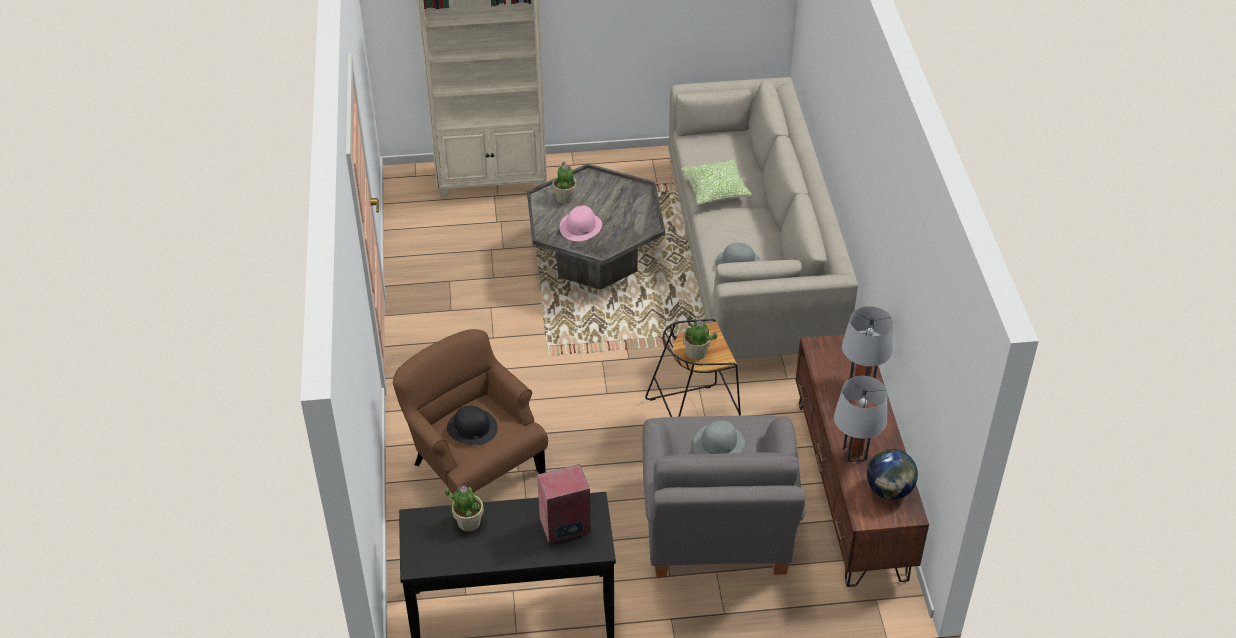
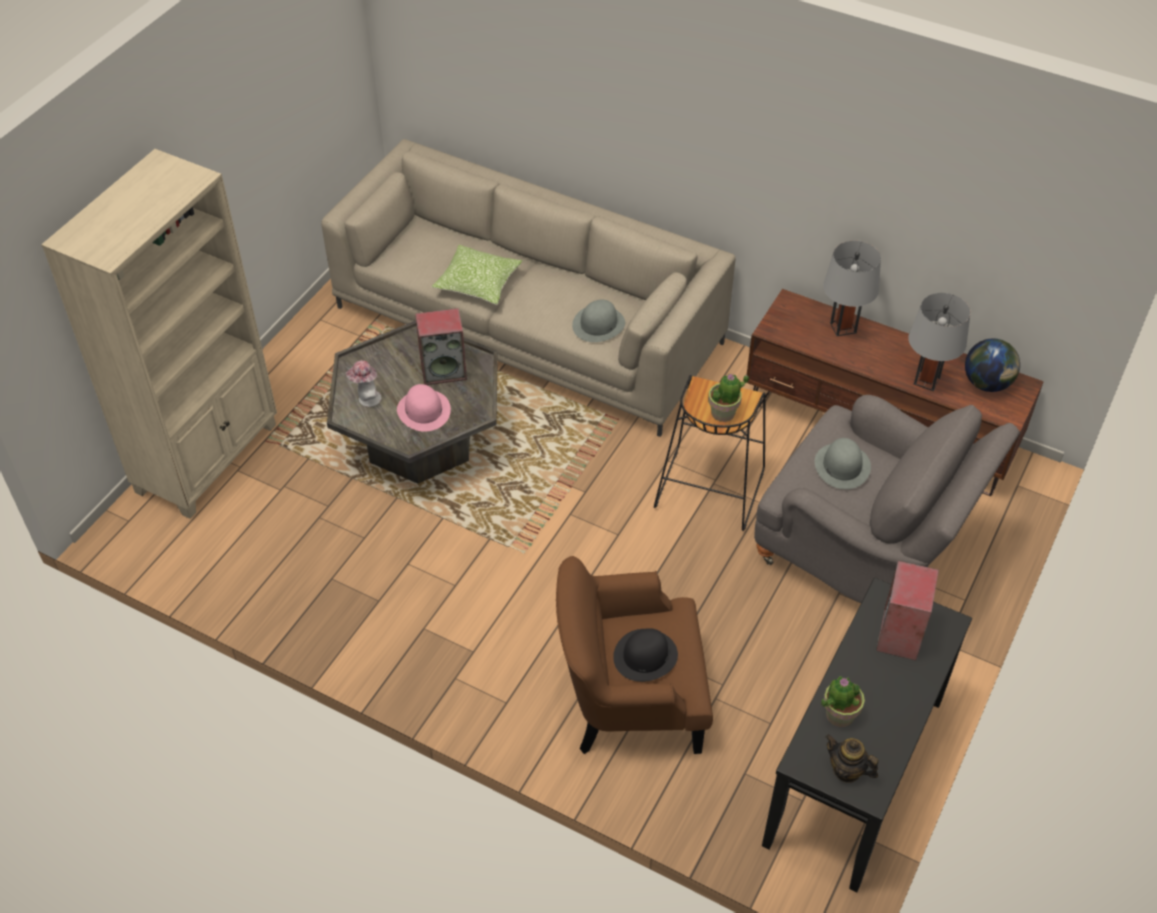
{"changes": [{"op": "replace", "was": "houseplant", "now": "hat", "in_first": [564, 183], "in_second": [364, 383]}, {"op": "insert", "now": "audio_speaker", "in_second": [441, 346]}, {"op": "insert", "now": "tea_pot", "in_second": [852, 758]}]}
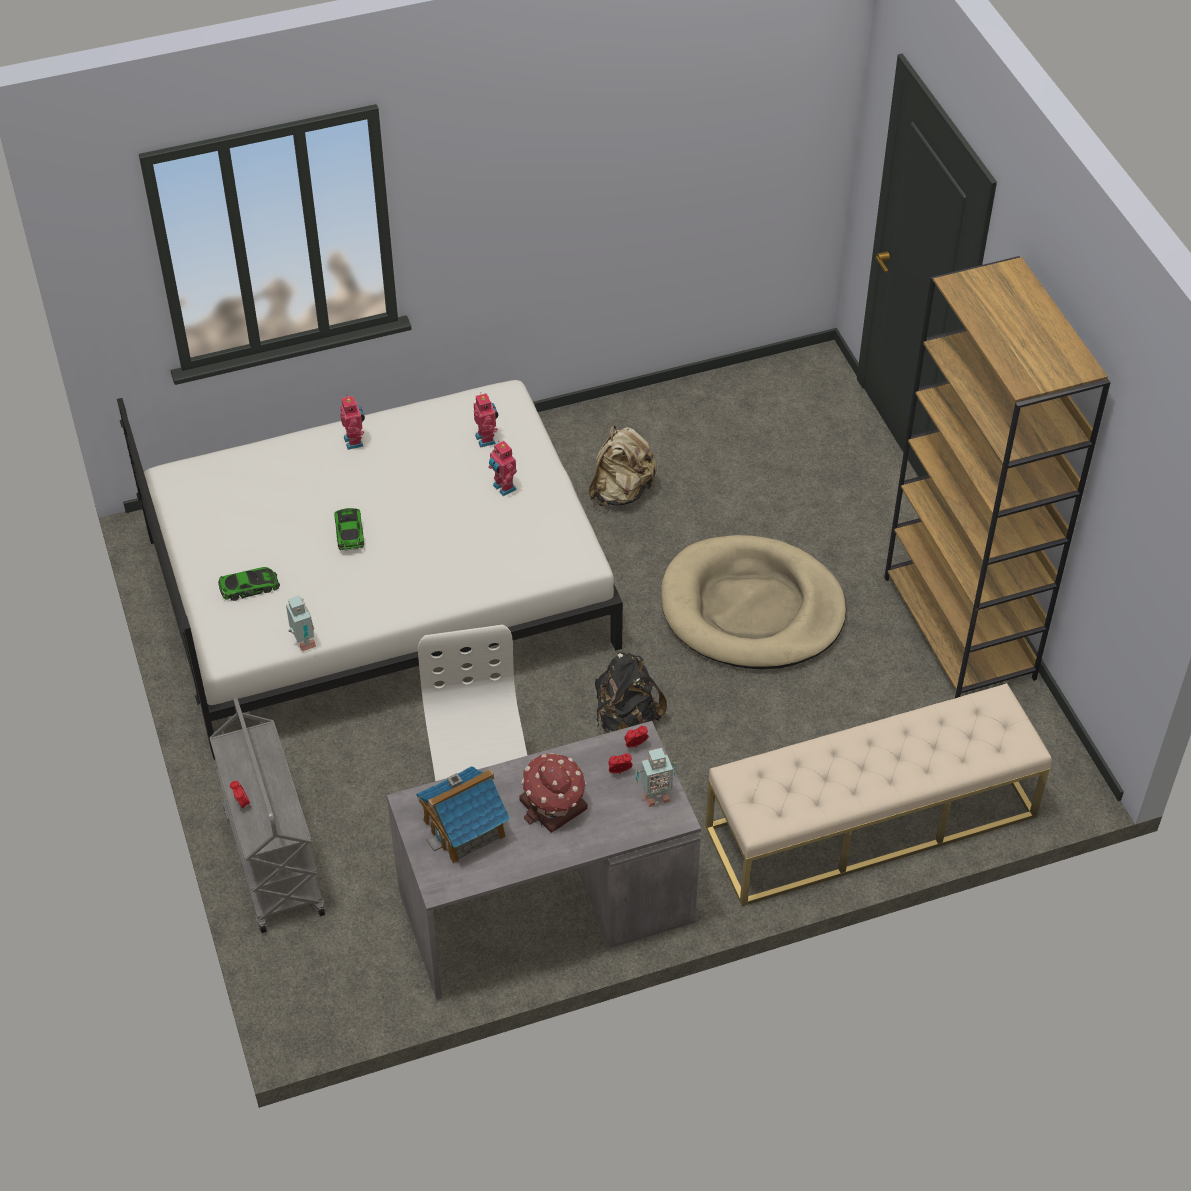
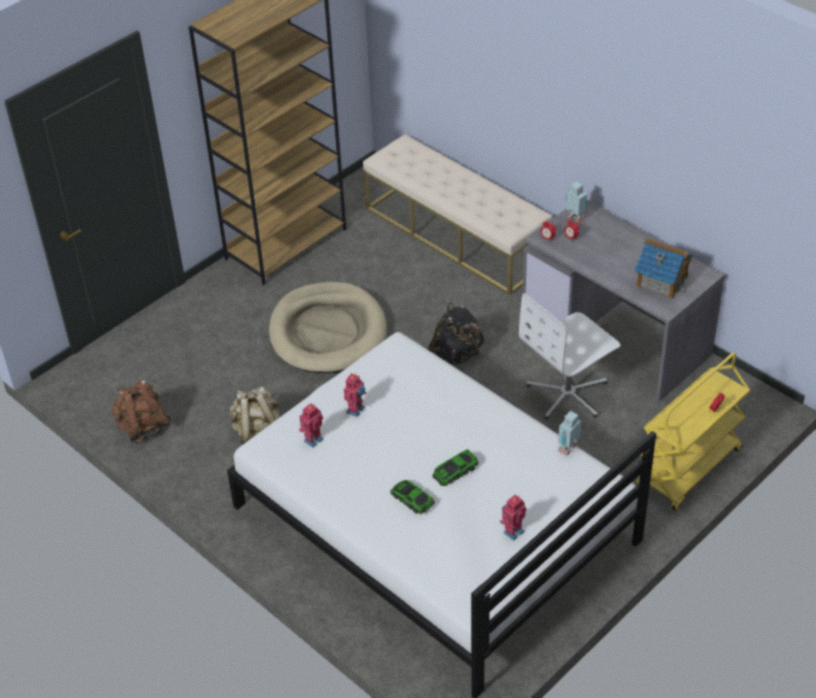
{"changes": [{"op": "insert", "now": "brownish_rucksack", "in_second": [141, 411]}, {"op": "move", "was": "toy_car", "in_first": [249, 584], "in_second": [412, 497]}, {"op": "move", "was": "model_robot", "in_first": [352, 423], "in_second": [513, 518]}, {"op": "recolor", "was": "gray_cart", "now": "yellow_cart", "in_first": [267, 815], "in_second": [693, 432]}, {"op": "delete", "was": "model_house", "in_first": [553, 793]}]}
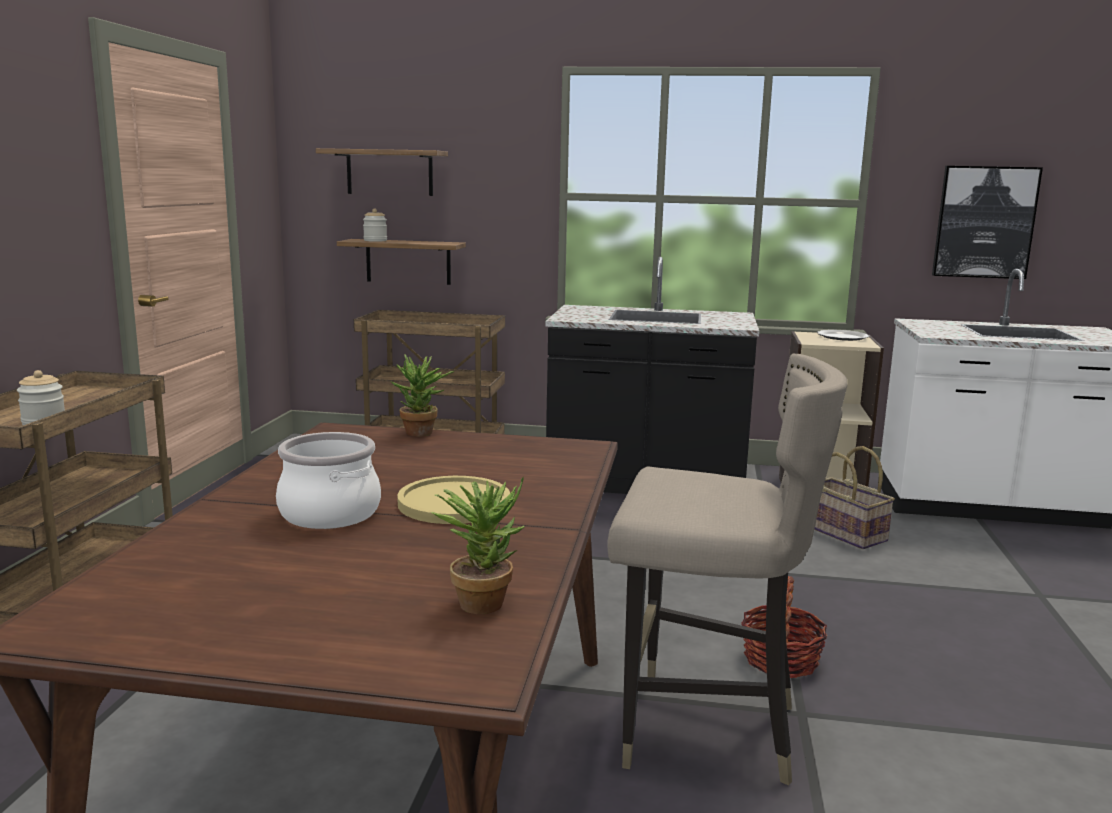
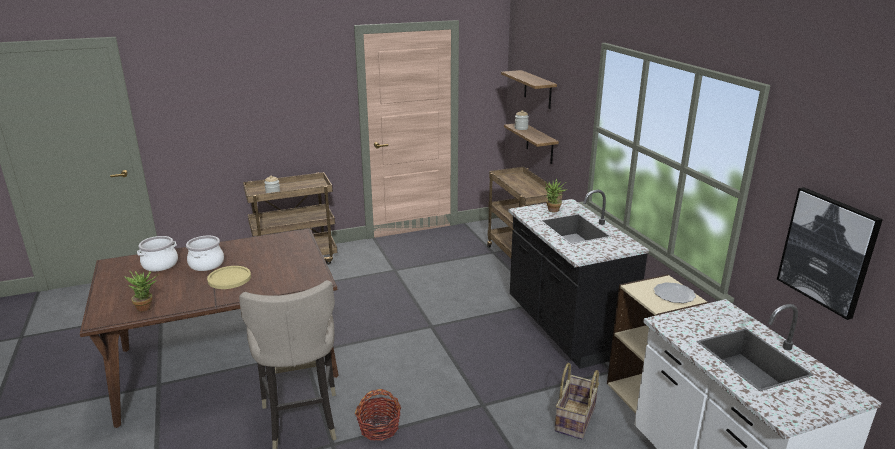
{"changes": [{"op": "insert", "now": "cooking_pot", "in_second": [157, 253]}, {"op": "move", "was": "houseplant", "in_first": [422, 395], "in_second": [556, 195]}]}
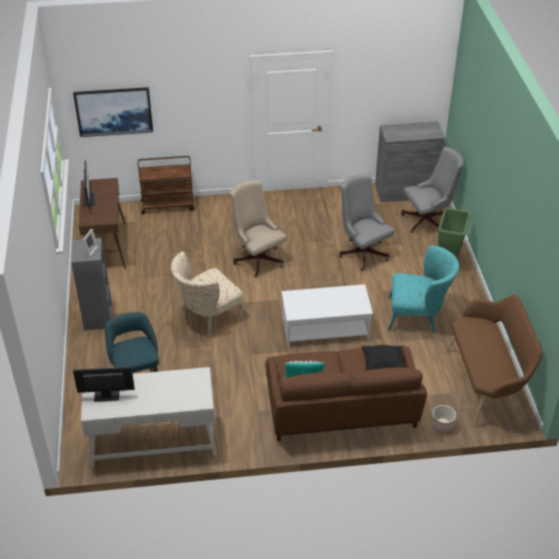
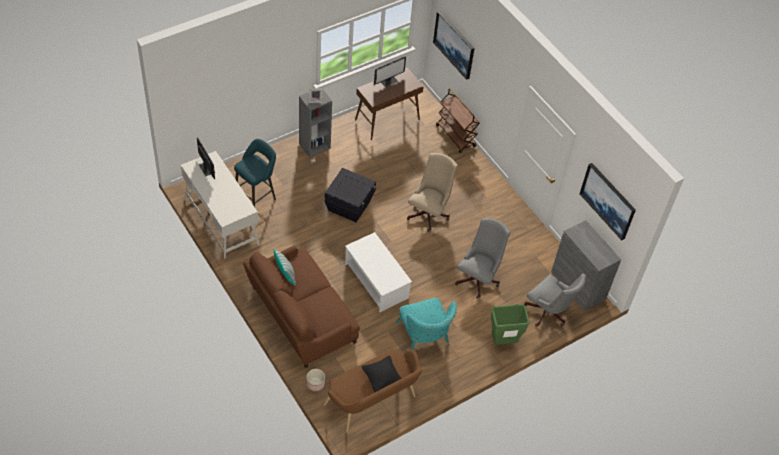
{"changes": [{"op": "replace", "was": "beige-coloured_easy_chair", "now": "black_storage_box", "in_first": [209, 293], "in_second": [350, 195]}, {"op": "move", "was": "black_pillow", "in_first": [382, 358], "in_second": [381, 374]}, {"op": "insert", "now": "picture", "in_second": [608, 201]}]}
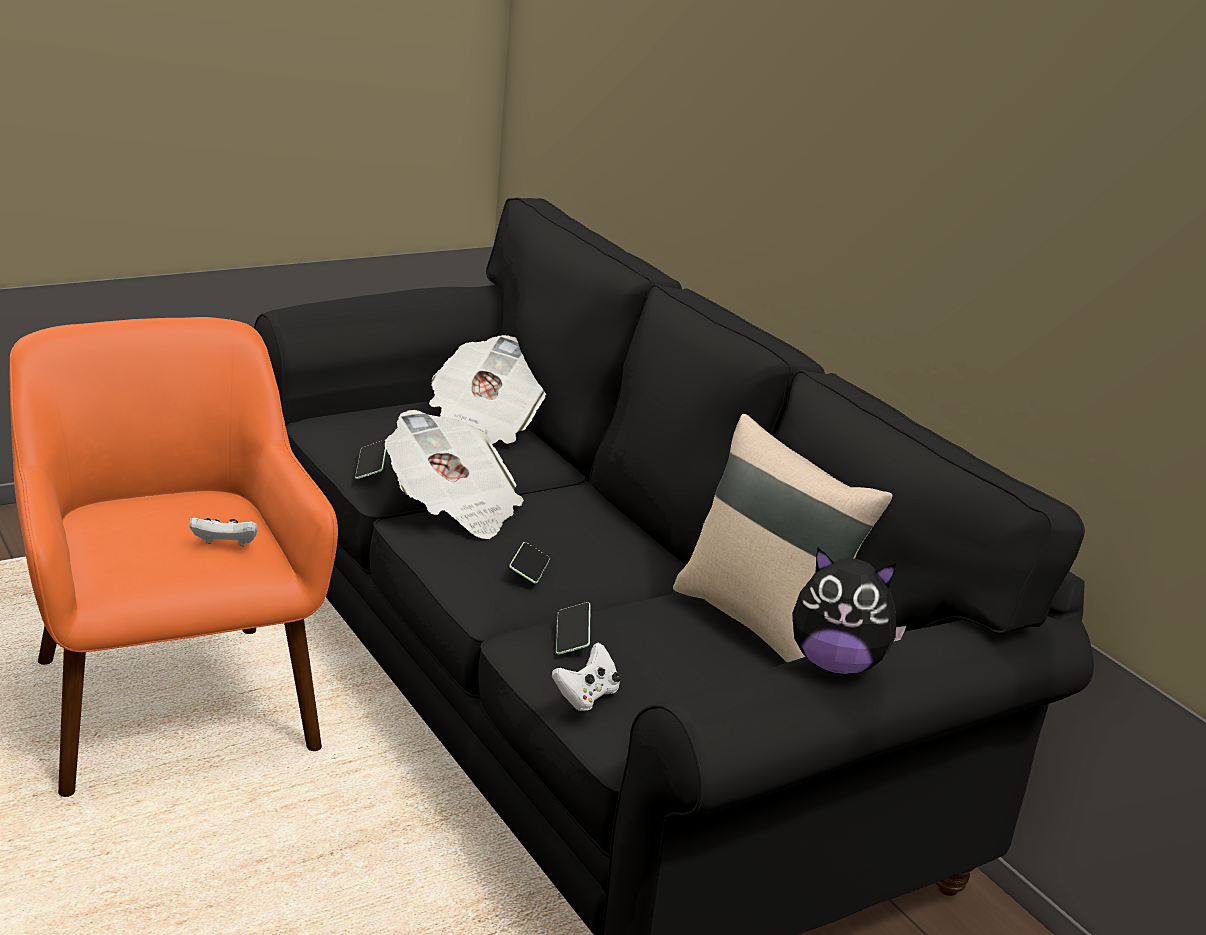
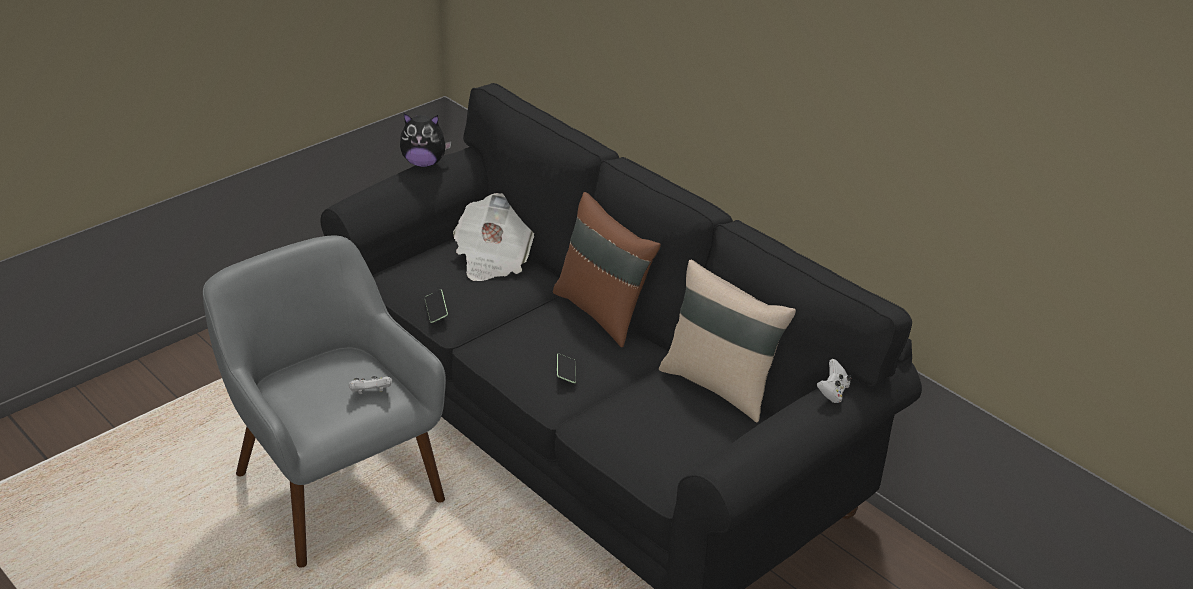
{"changes": [{"op": "recolor", "was": "orangey_easy_chair", "now": "gray_easy_chair", "in_first": [174, 557], "in_second": [324, 401]}, {"op": "move", "was": "soft_toy", "in_first": [849, 611], "in_second": [426, 140]}, {"op": "insert", "now": "brownish_pillow", "in_second": [607, 269]}, {"op": "move", "was": "white_gamepad", "in_first": [586, 677], "in_second": [834, 381]}, {"op": "delete", "was": "printed_paper", "in_first": [454, 474]}, {"op": "delete", "was": "phone", "in_first": [573, 628]}]}
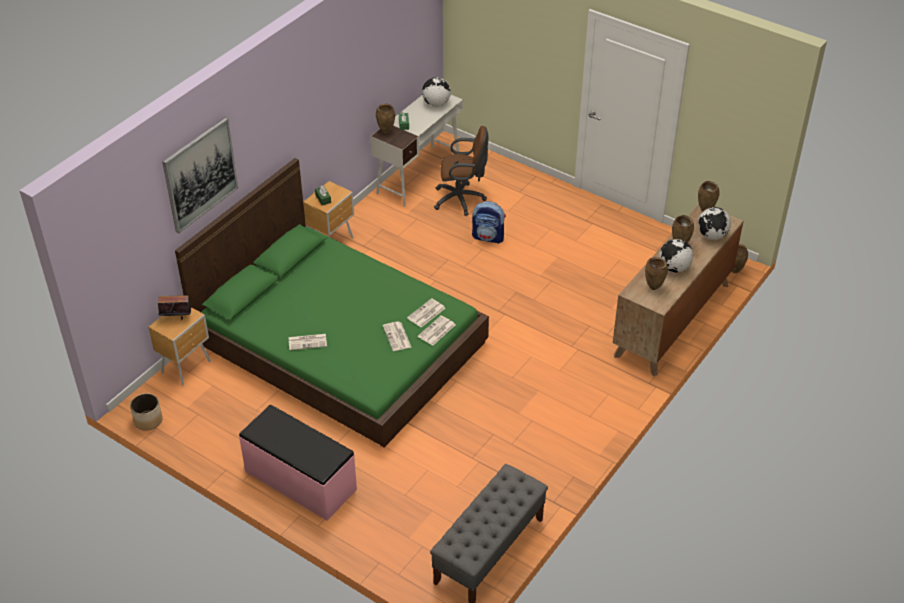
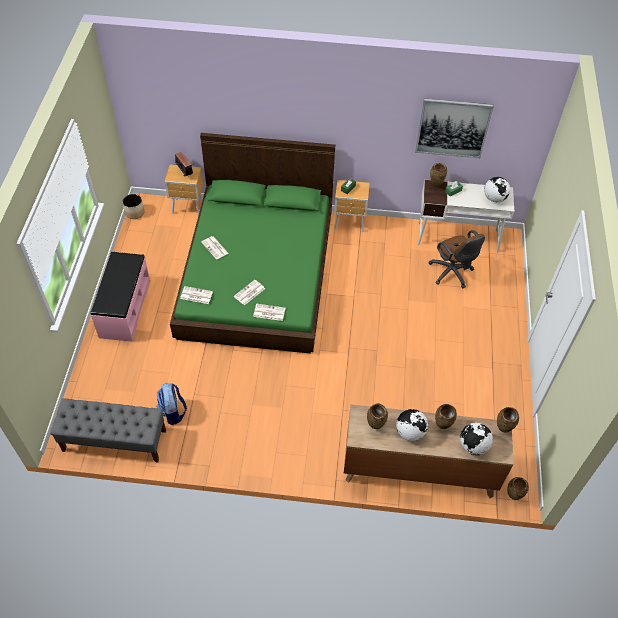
{"changes": [{"op": "move", "was": "rucksack", "in_first": [489, 222], "in_second": [172, 404]}, {"op": "move", "was": "printed_paper", "in_first": [426, 312], "in_second": [196, 295]}, {"op": "move", "was": "picture", "in_first": [200, 175], "in_second": [454, 128]}]}
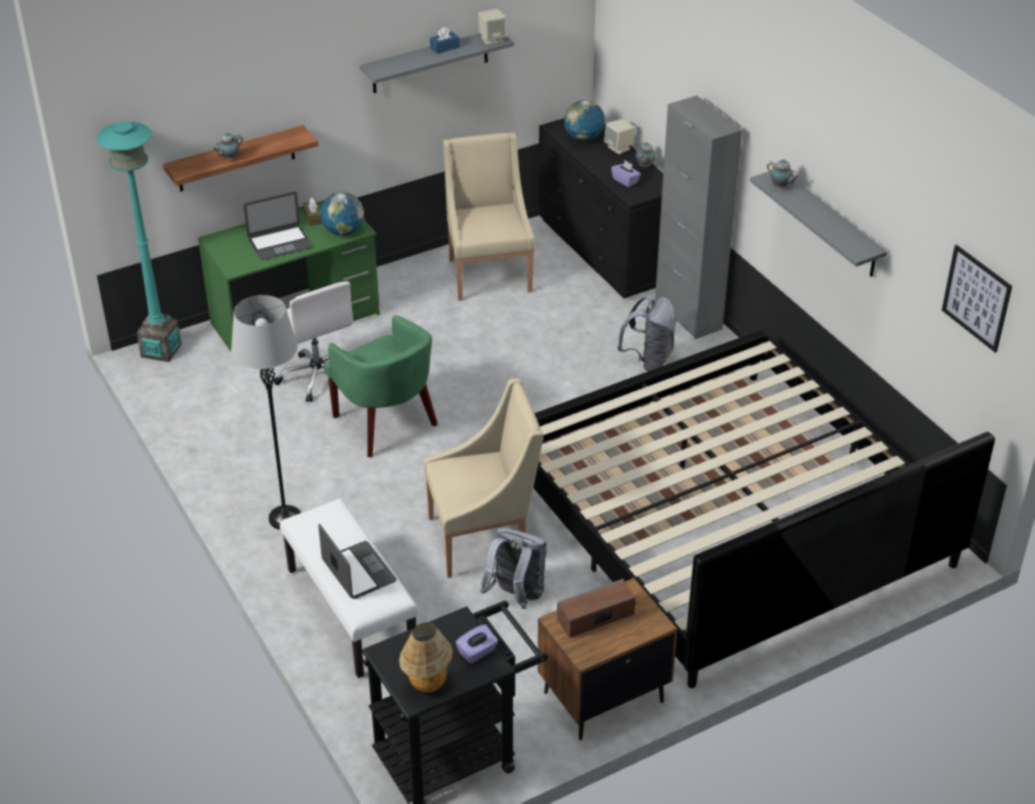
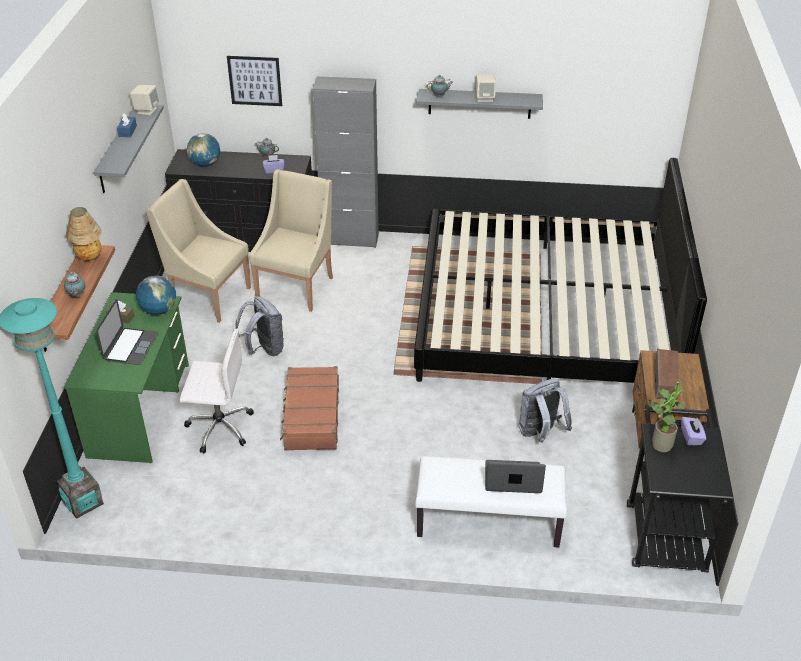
{"changes": [{"op": "move", "was": "lamp_for_a_table", "in_first": [426, 657], "in_second": [84, 234]}, {"op": "move", "was": "picture", "in_first": [977, 299], "in_second": [254, 81]}, {"op": "move", "was": "gray_rucksack", "in_first": [647, 333], "in_second": [259, 326]}, {"op": "move", "was": "beige-coloured_easy_chair", "in_first": [483, 478], "in_second": [291, 240]}, {"op": "replace", "was": "green_easy_chair", "now": "brownish_piece_of_luggage", "in_first": [381, 386], "in_second": [309, 408]}, {"op": "move", "was": "beige-coloured_audio_speaker", "in_first": [619, 136], "in_second": [486, 88]}, {"op": "insert", "now": "houseplant", "in_second": [667, 417]}, {"op": "delete", "was": "gray_standard_lamp", "in_first": [266, 412]}]}
